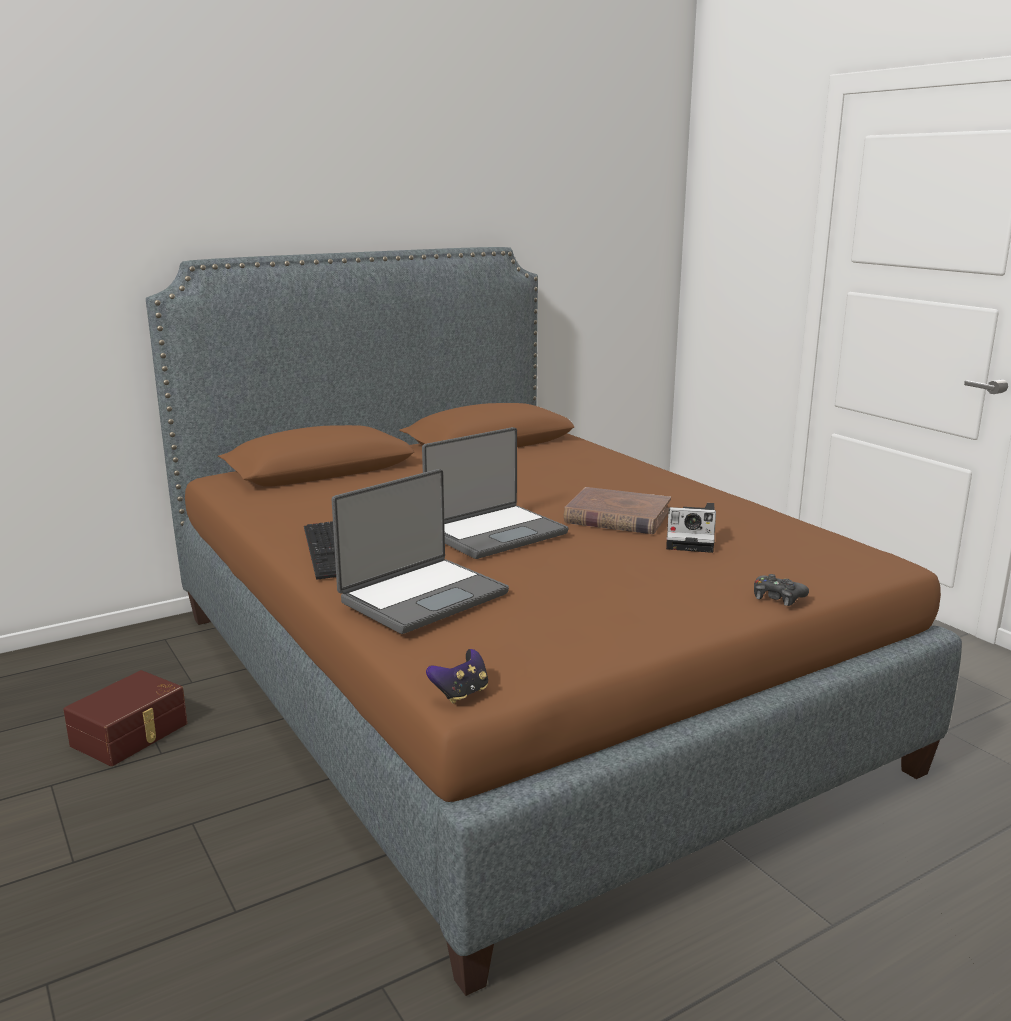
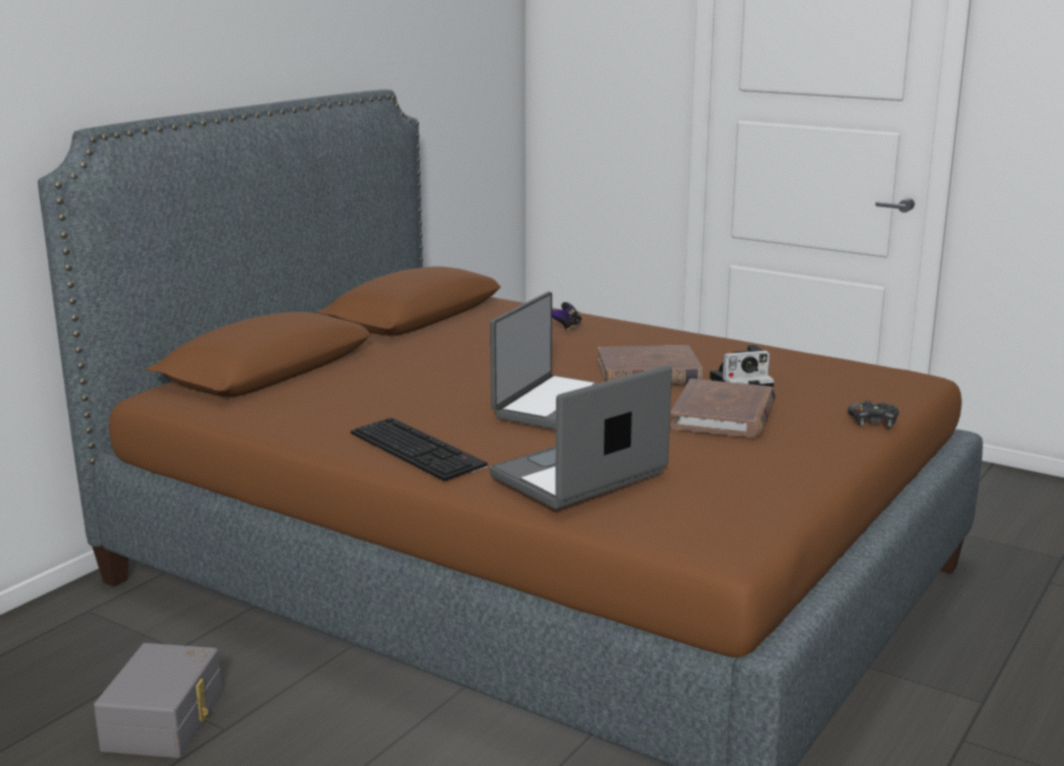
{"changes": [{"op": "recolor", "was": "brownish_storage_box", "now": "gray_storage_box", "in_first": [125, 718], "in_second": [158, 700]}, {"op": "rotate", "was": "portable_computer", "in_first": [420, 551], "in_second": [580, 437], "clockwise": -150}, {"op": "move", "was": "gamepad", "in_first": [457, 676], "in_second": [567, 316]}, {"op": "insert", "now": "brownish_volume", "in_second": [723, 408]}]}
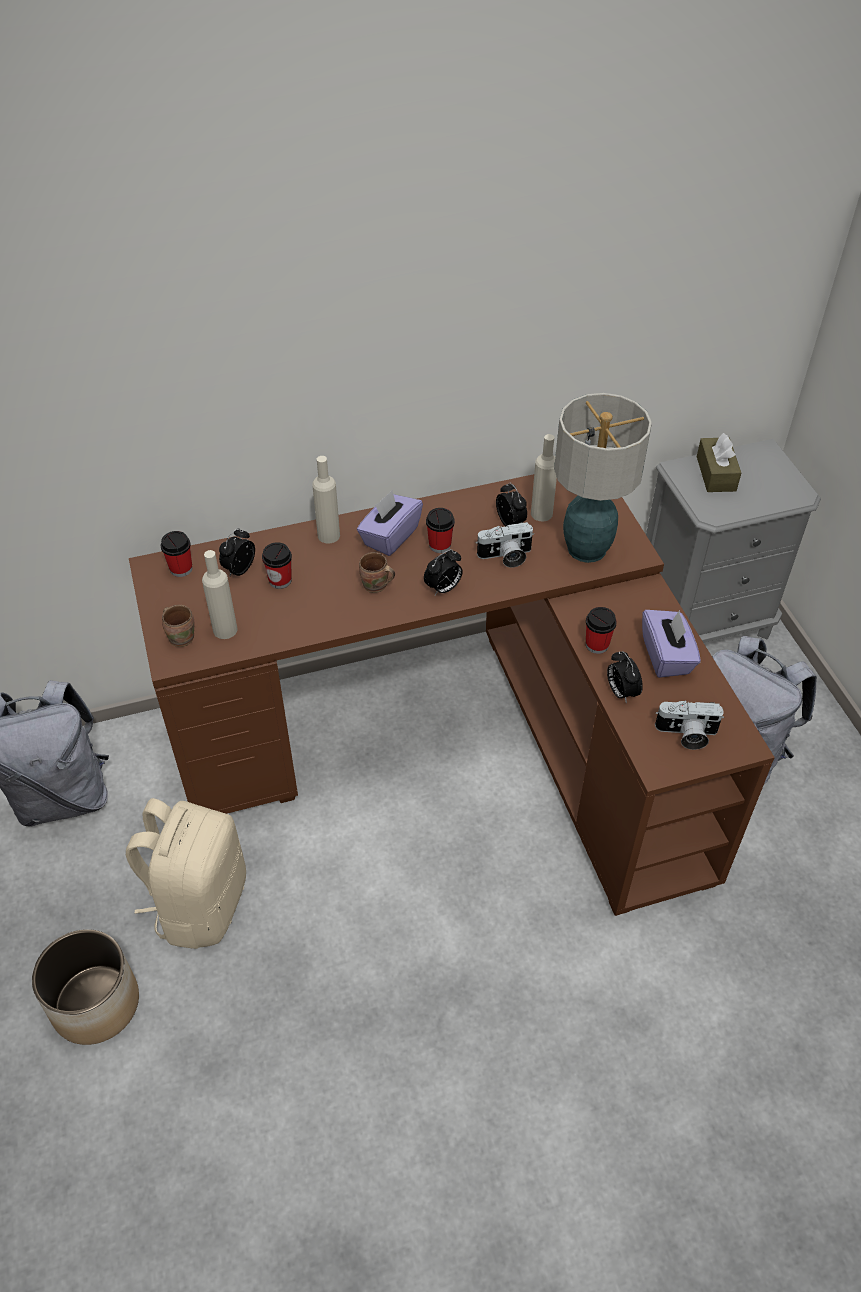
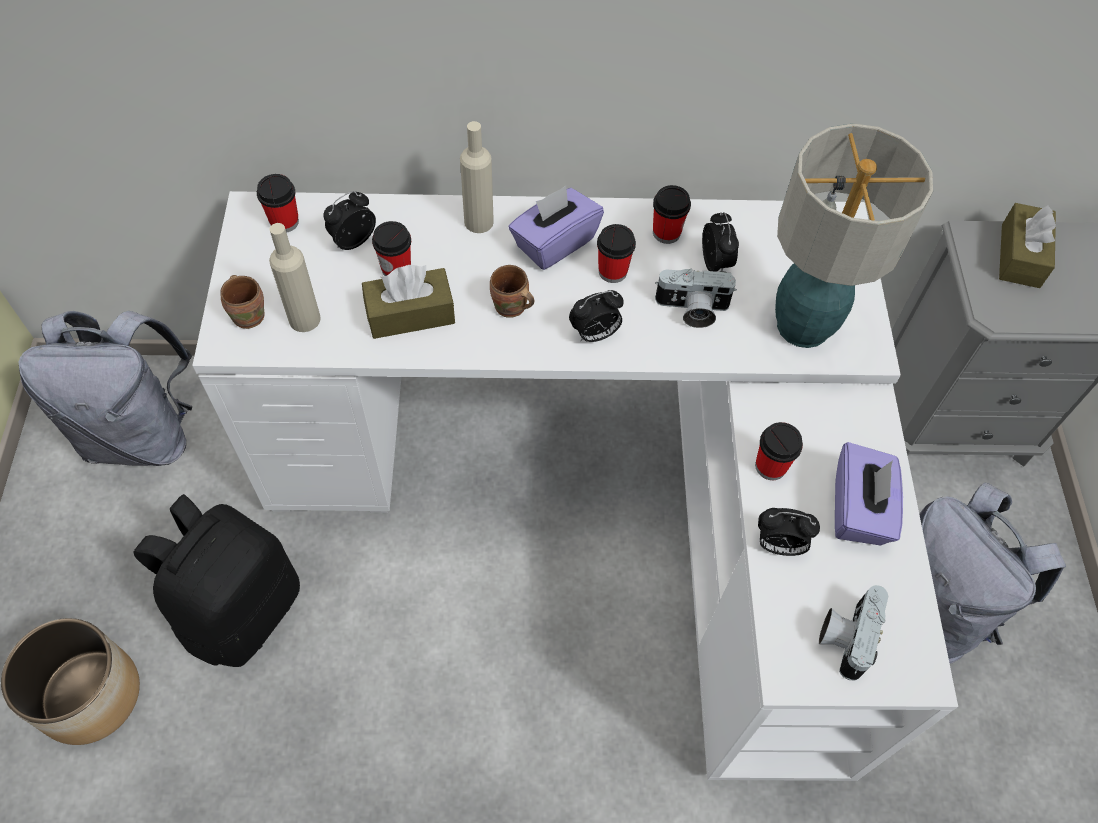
{"changes": [{"op": "recolor", "was": "beige-coloured_rucksack", "now": "black_rucksack", "in_first": [186, 873], "in_second": [216, 580]}, {"op": "recolor", "was": "brownish_desk_table", "now": "white_desk_table", "in_first": [452, 695], "in_second": [575, 486]}, {"op": "insert", "now": "brownish_box_of_tissues", "in_second": [408, 302]}, {"op": "insert", "now": "small_cup", "in_second": [672, 214]}, {"op": "rotate", "was": "alarm_clock", "in_first": [625, 677], "in_second": [789, 532], "clockwise": -75}, {"op": "rotate", "was": "still_camera", "in_first": [689, 725], "in_second": [854, 633], "clockwise": 90}, {"op": "delete", "was": "beige-coloured_bottle", "in_first": [544, 477]}]}
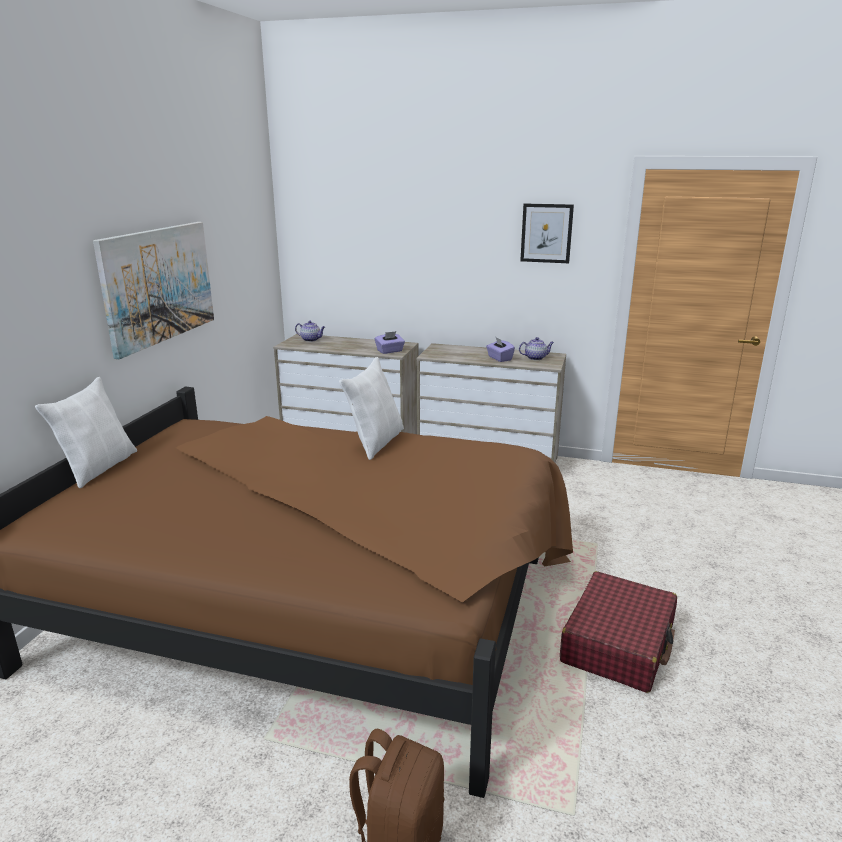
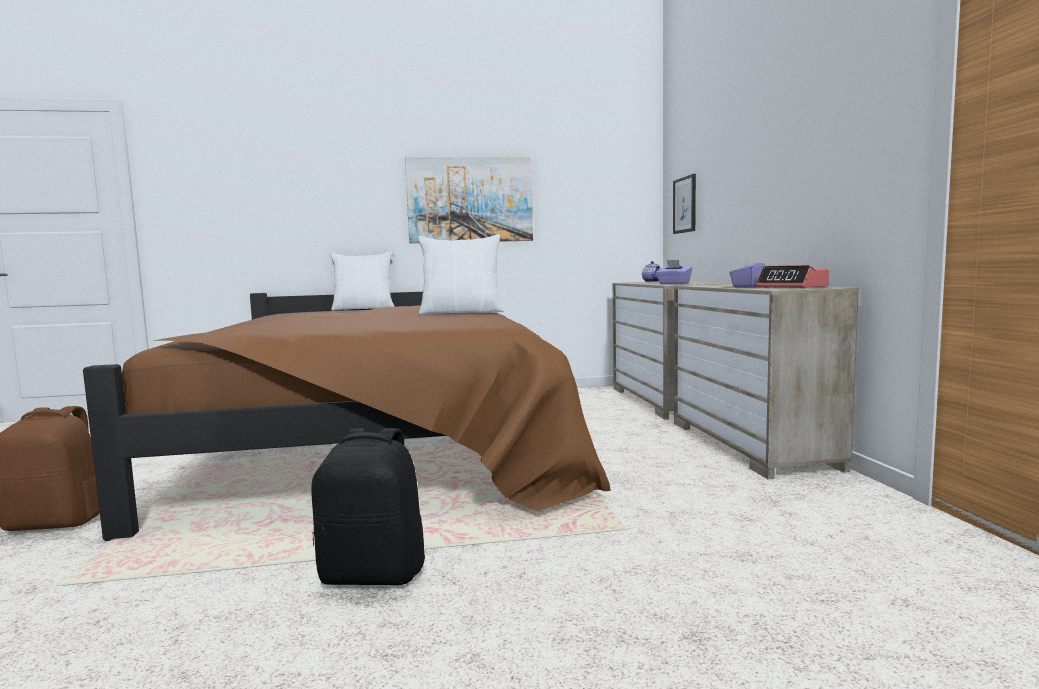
{"changes": [{"op": "replace", "was": "red_piece_of_luggage", "now": "black_rucksack", "in_first": [618, 632], "in_second": [368, 506]}, {"op": "move", "was": "picture", "in_first": [547, 233], "in_second": [684, 204]}, {"op": "replace", "was": "tea_pot", "now": "alarm_clock", "in_first": [536, 348], "in_second": [792, 276]}]}
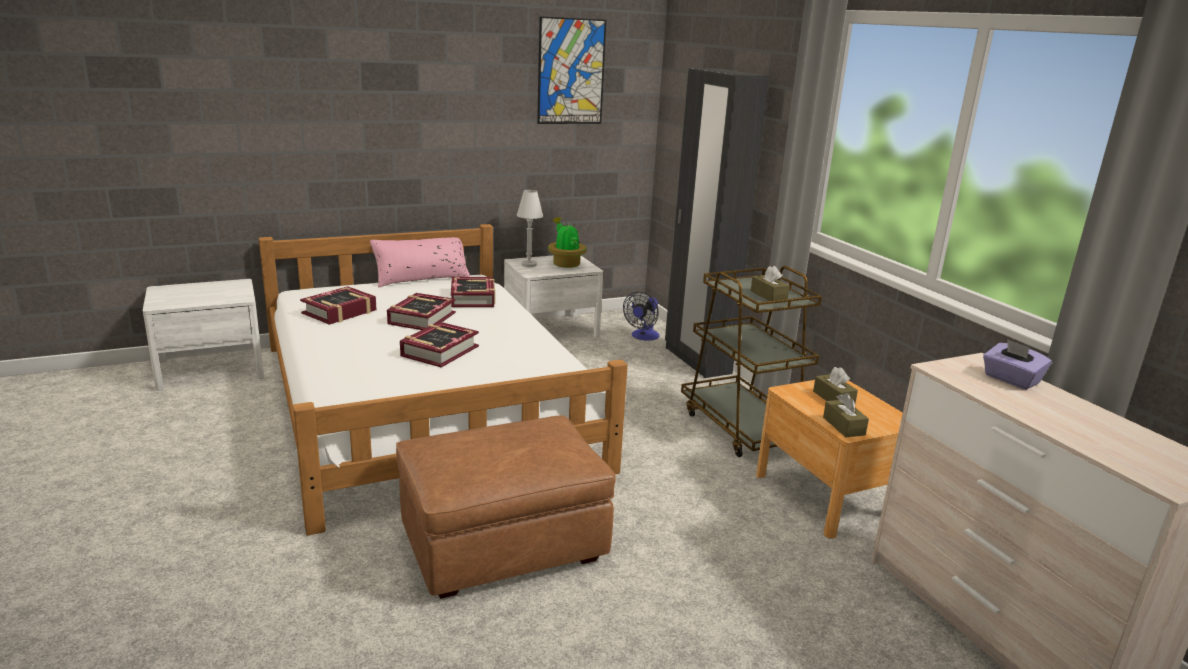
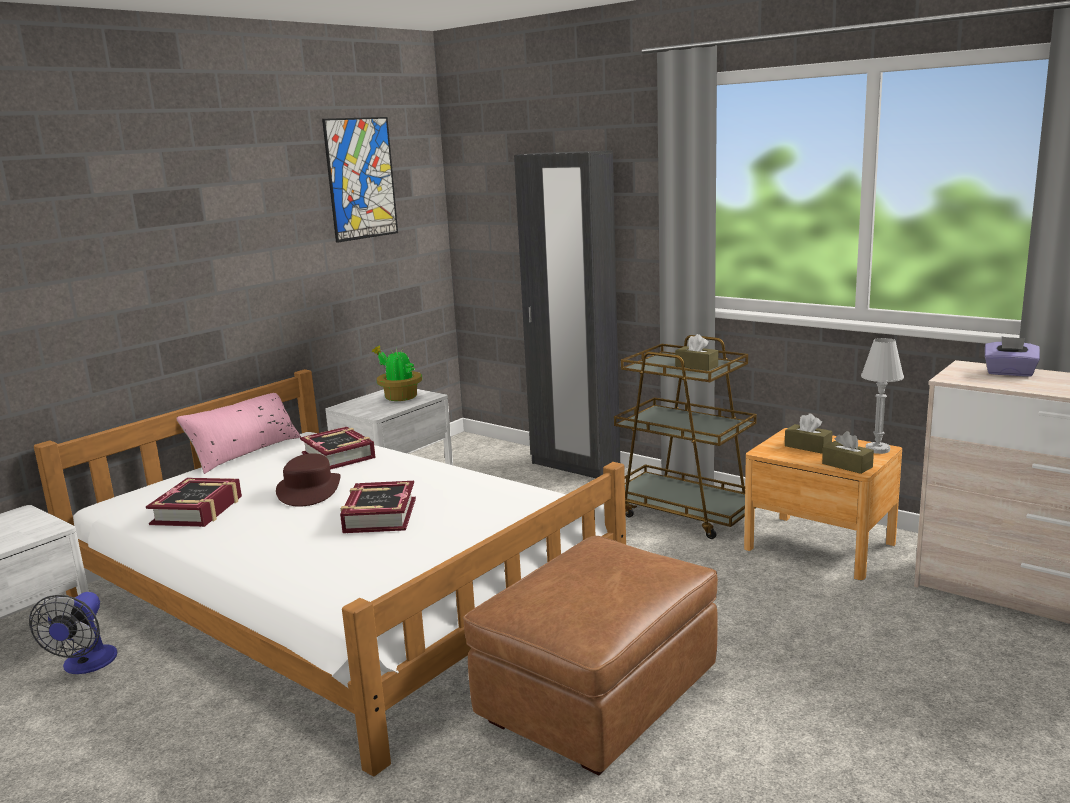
{"changes": [{"op": "move", "was": "electric_fan", "in_first": [641, 316], "in_second": [73, 633]}, {"op": "replace", "was": "volume", "now": "brownish_hat", "in_first": [421, 311], "in_second": [308, 480]}, {"op": "move", "was": "white_lamp_for_a_table", "in_first": [530, 228], "in_second": [882, 396]}]}
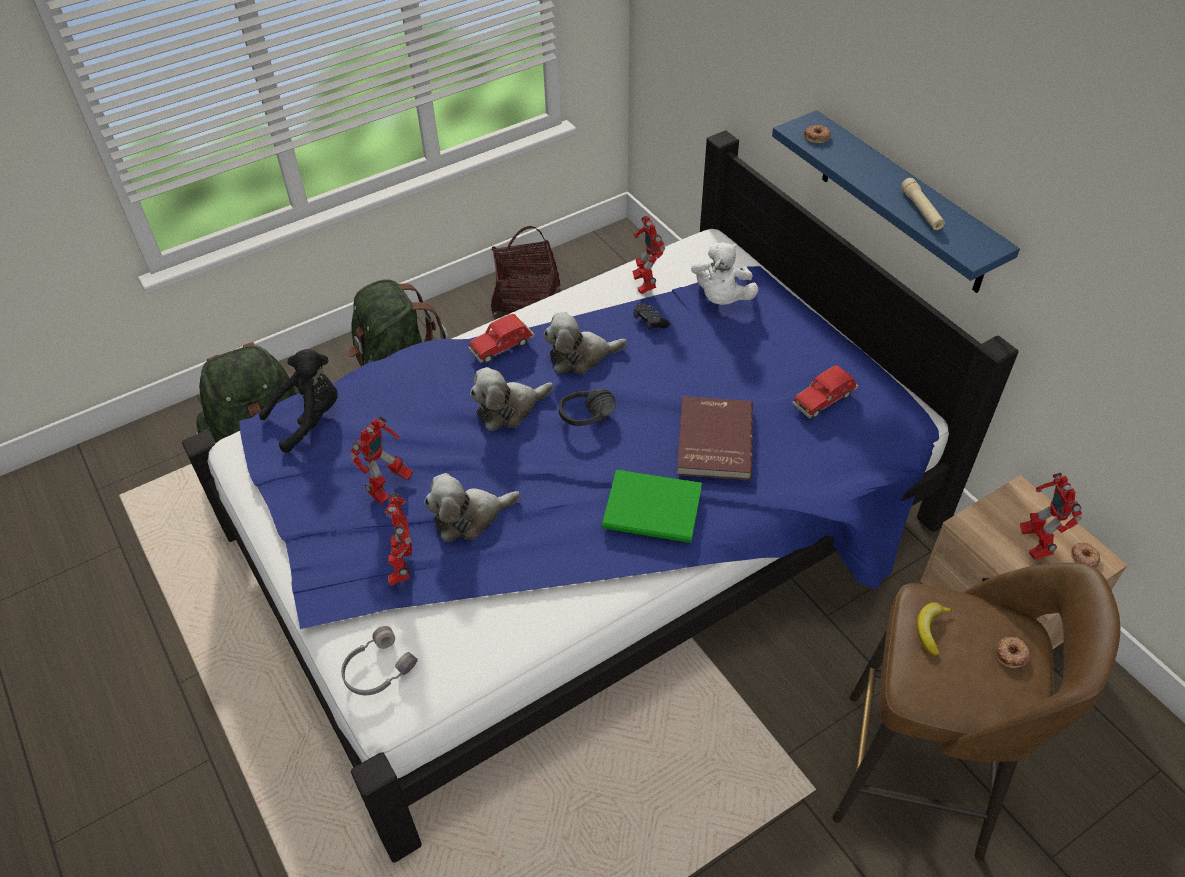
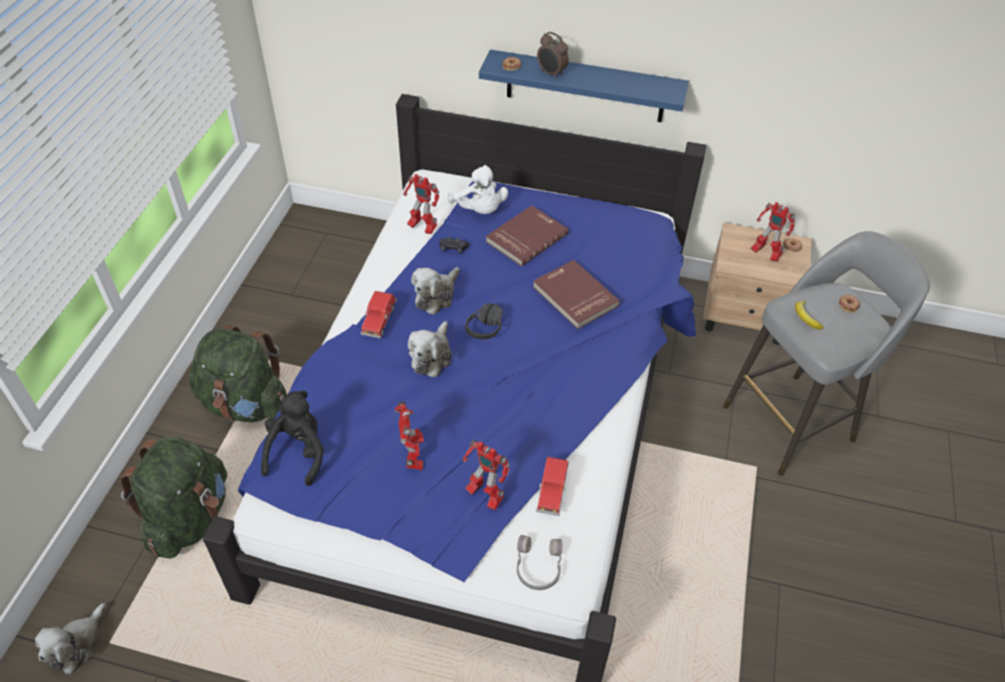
{"changes": [{"op": "move", "was": "soft_toy", "in_first": [472, 507], "in_second": [70, 638]}, {"op": "insert", "now": "red_volume", "in_second": [527, 236]}, {"op": "move", "was": "red_toy_car", "in_first": [825, 392], "in_second": [552, 486]}, {"op": "insert", "now": "alarm_clock", "in_second": [553, 55]}, {"op": "recolor", "was": "brownish_stool_seat", "now": "gray_stool_seat", "in_first": [976, 712], "in_second": [826, 353]}, {"op": "delete", "was": "household_basket", "in_first": [525, 270]}, {"op": "delete", "was": "green_volume", "in_first": [652, 506]}, {"op": "delete", "was": "beige-coloured_flashlight", "in_first": [923, 204]}]}
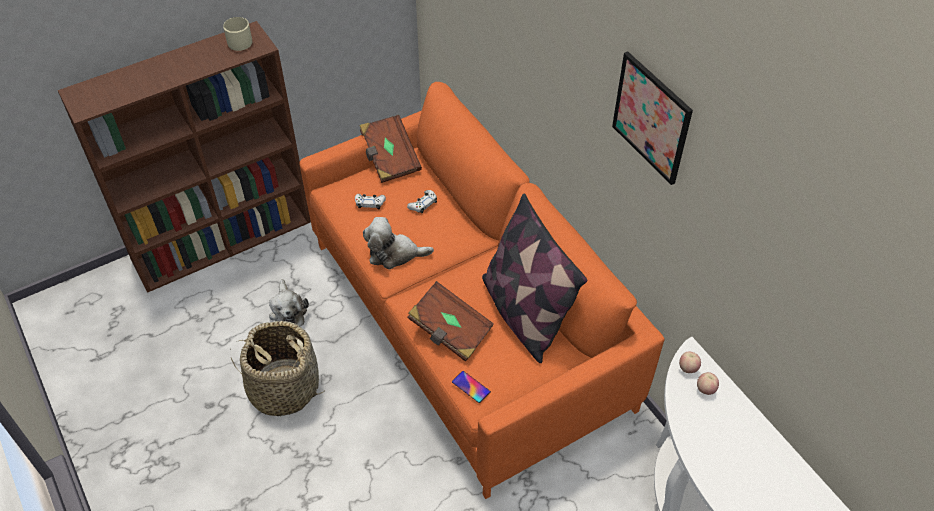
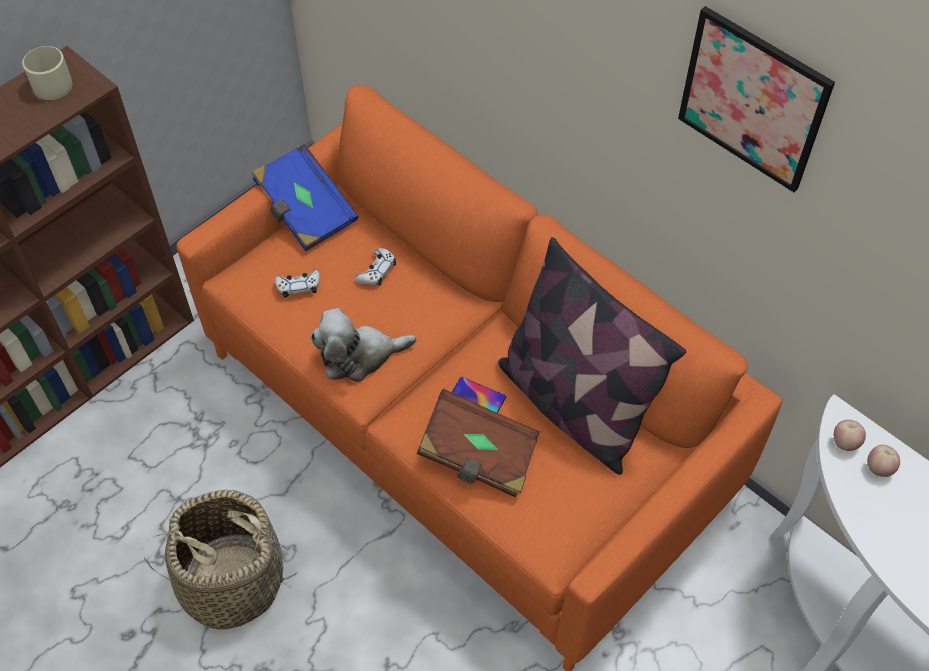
{"changes": [{"op": "recolor", "was": "brownish_volume", "now": "blue_volume", "in_first": [390, 149], "in_second": [305, 197]}, {"op": "move", "was": "phone", "in_first": [471, 387], "in_second": [479, 395]}, {"op": "delete", "was": "soft_toy", "in_first": [289, 302]}]}
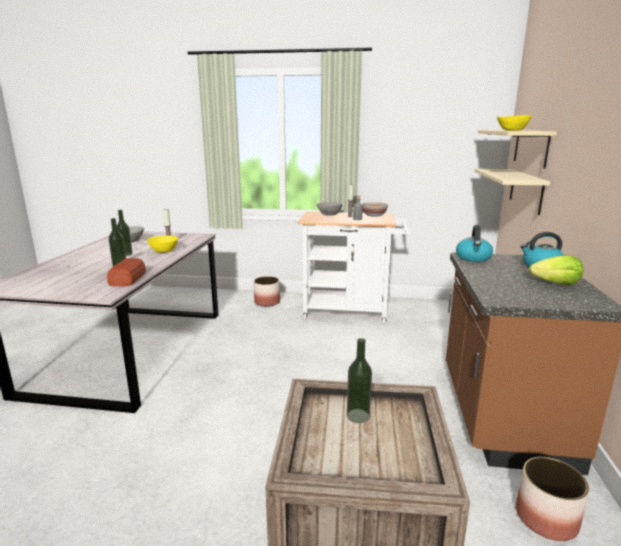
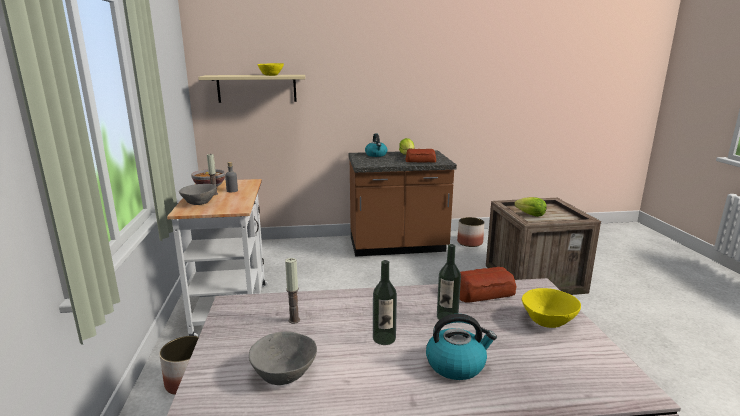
{"changes": [{"op": "insert", "now": "bread", "in_second": [420, 155]}, {"op": "move", "was": "kettle", "in_first": [474, 243], "in_second": [461, 347]}, {"op": "replace", "was": "bottle", "now": "lettuce", "in_first": [359, 380], "in_second": [530, 207]}, {"op": "move", "was": "yellow_bowl", "in_first": [162, 244], "in_second": [551, 308]}, {"op": "delete", "was": "beige-coloured_bracket_shelf", "in_first": [512, 192]}]}
